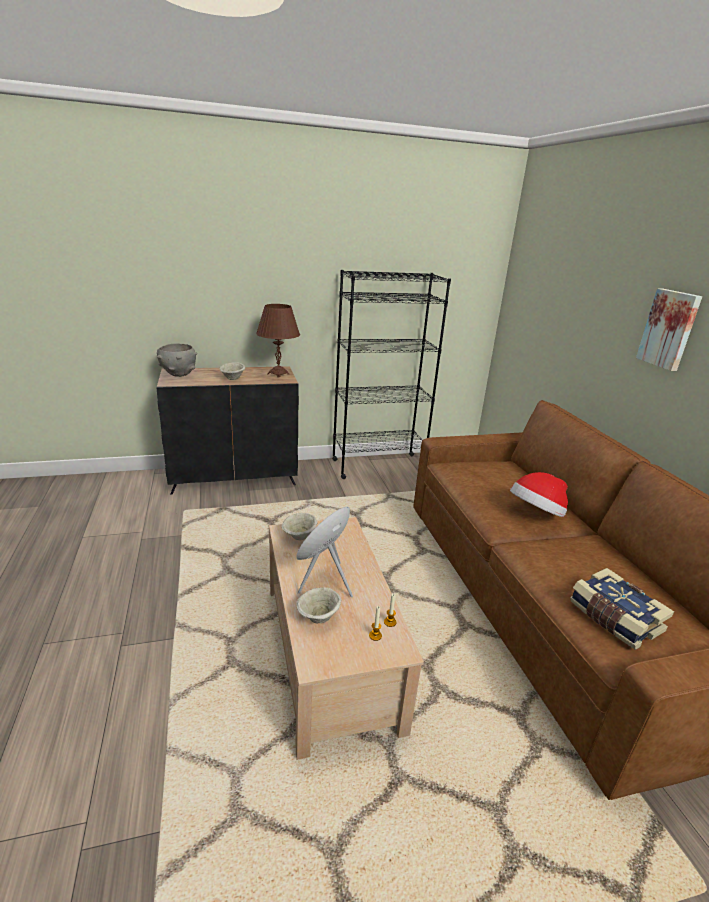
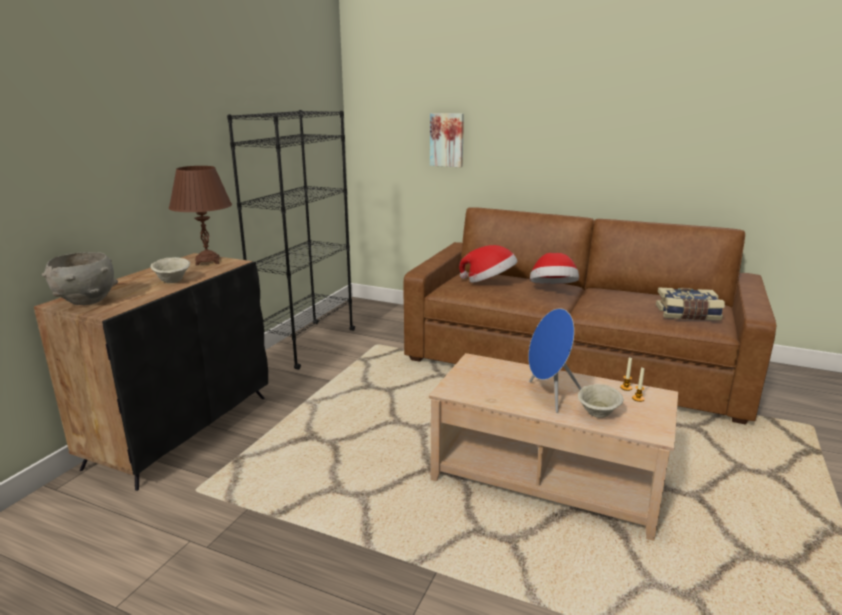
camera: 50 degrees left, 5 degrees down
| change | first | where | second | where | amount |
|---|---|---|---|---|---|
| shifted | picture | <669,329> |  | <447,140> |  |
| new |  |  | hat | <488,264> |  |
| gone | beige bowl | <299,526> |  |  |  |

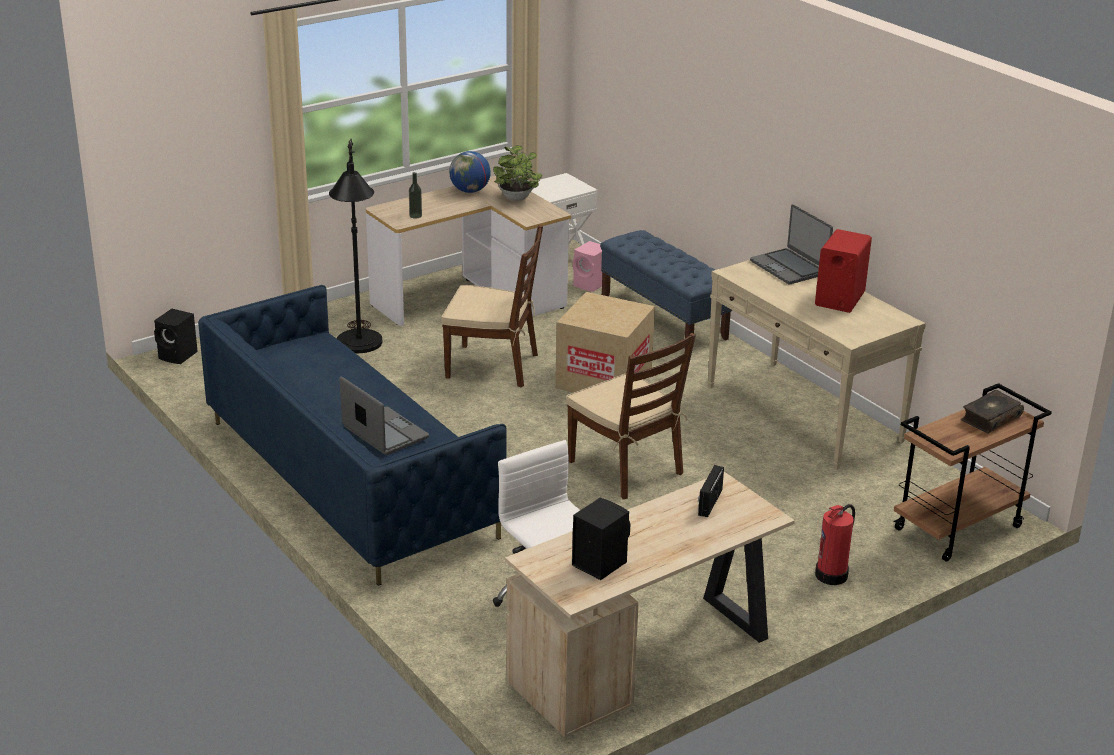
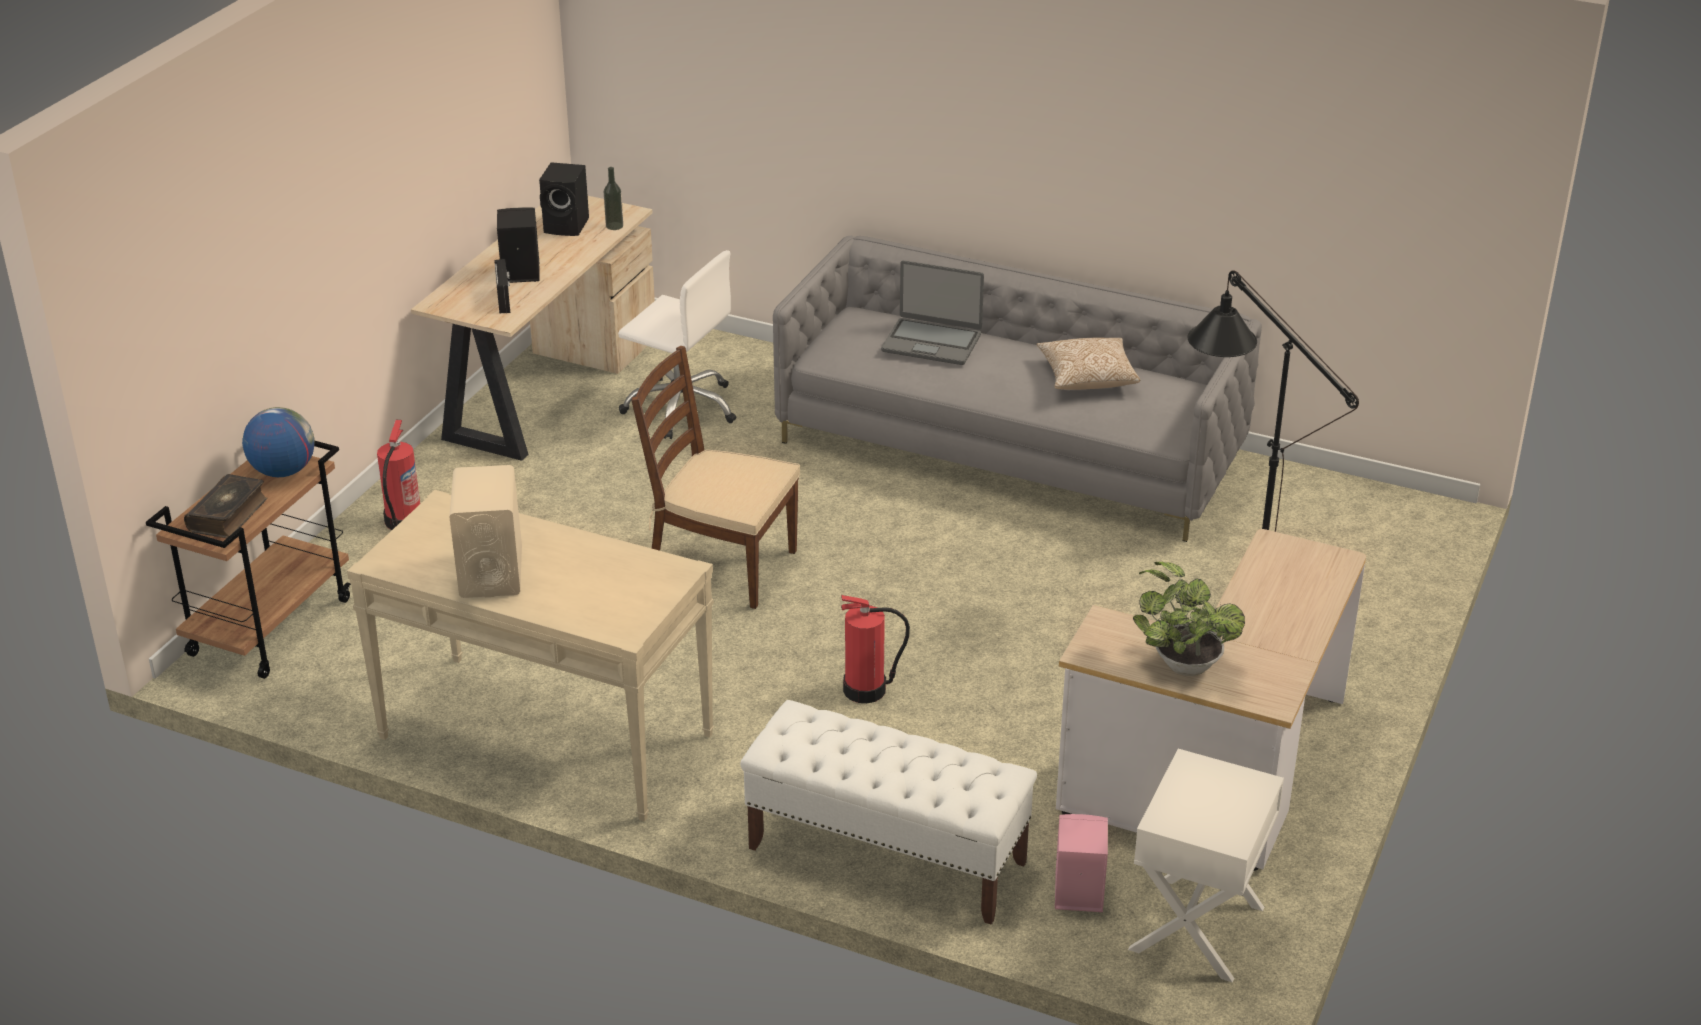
camera: 150 degrees right, 5 degrees up
| change | first | where | second | where | amount |
|---|---|---|---|---|---|
| shifted | globe | <470,172> |  | <278,442> |  |
| repainted | red speaker | <843,271> | beige speaker | <485,531> |  |
| shifted | black speaker | <176,336> |  | <518,245> |  |
| shifted | bottle | <415,195> |  | <613,198> |  |
| repainted | blue bench | <666,289> | white bench | <888,812> |  |
| repainted | blue sofa | <352,435> | grey sofa | <1017,389> |  |
| swapped | cardboard box | <605,342> | fire extinguisher | <875,649> |  |
| new |  |  | pillow | <1088,364> |  |
| gone | brown chair | <492,306> |  |  |  |
| gone | laptop | <791,244> |  |  |  |

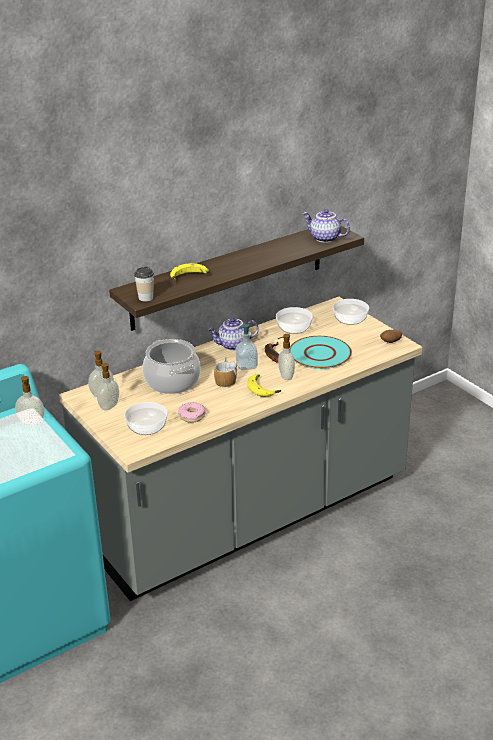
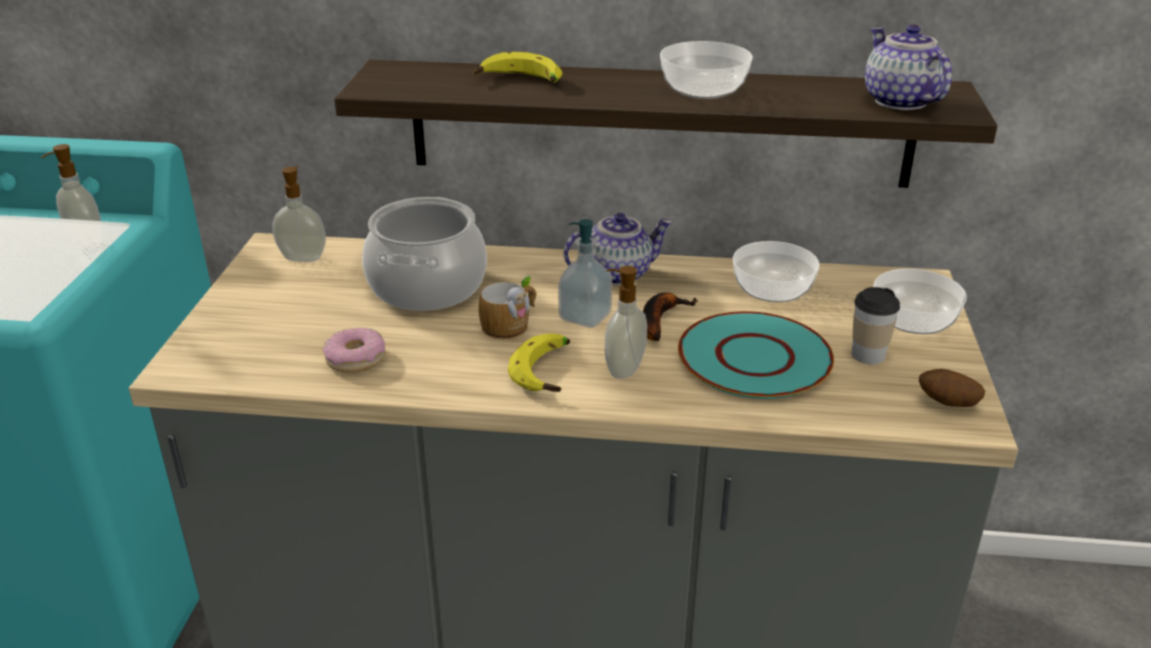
camera: 40 degrees right, 0 degrees up
| change | first | where | second | where | amount |
|---|---|---|---|---|---|
| rotated | teapot | <233,334> |  | <618,249> | 135 degrees clockwise |
| shifted | bowl | <146,418> |  | <706,70> |  |
| shifted | cup | <144,284> |  | <876,326> |  |
| gone | soap dispenser | <108,387> |  |  |  |

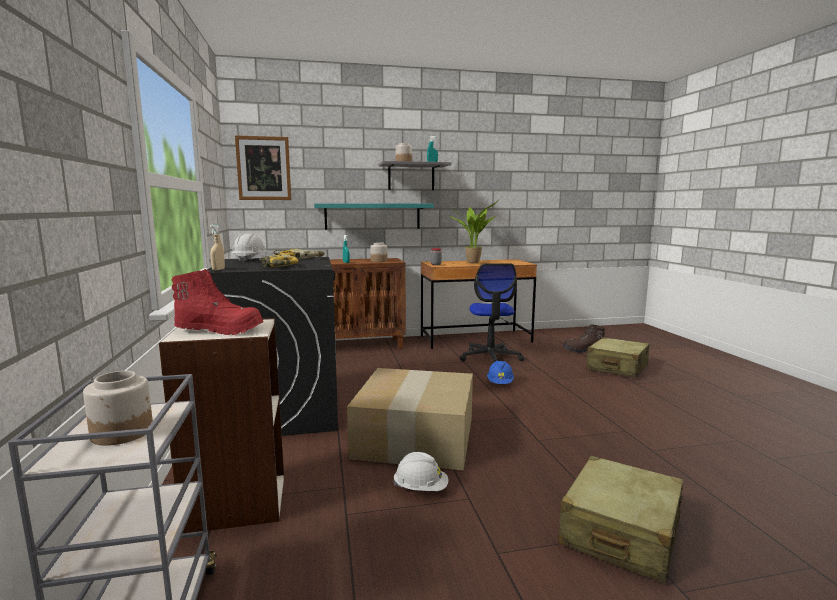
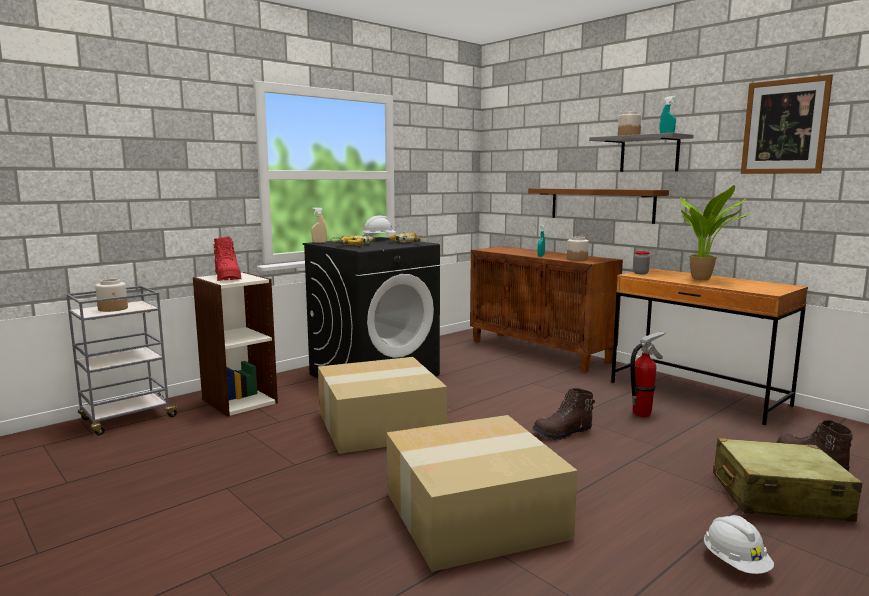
camera: 60 degrees right, 0 degrees up
| change | first | where | second | where | amount |
|---|---|---|---|---|---|
| new |  |  | cardboard box | <482,493> |  |
| repainted | turquoise shelf | <374,216> | brown shelf | <598,206> |  |
| swapped | blue hard hat | <500,372> | brown boot | <563,414> |  |
| swapped | office chair | <492,312> | fire extinguisher | <647,374> |  |
| shifted | white hard hat | <420,471> |  | <739,544> |  |
| shifted | picture | <263,167> |  | <787,124> |  |
| gone | beige suitcase | <620,519> |  |  |  |

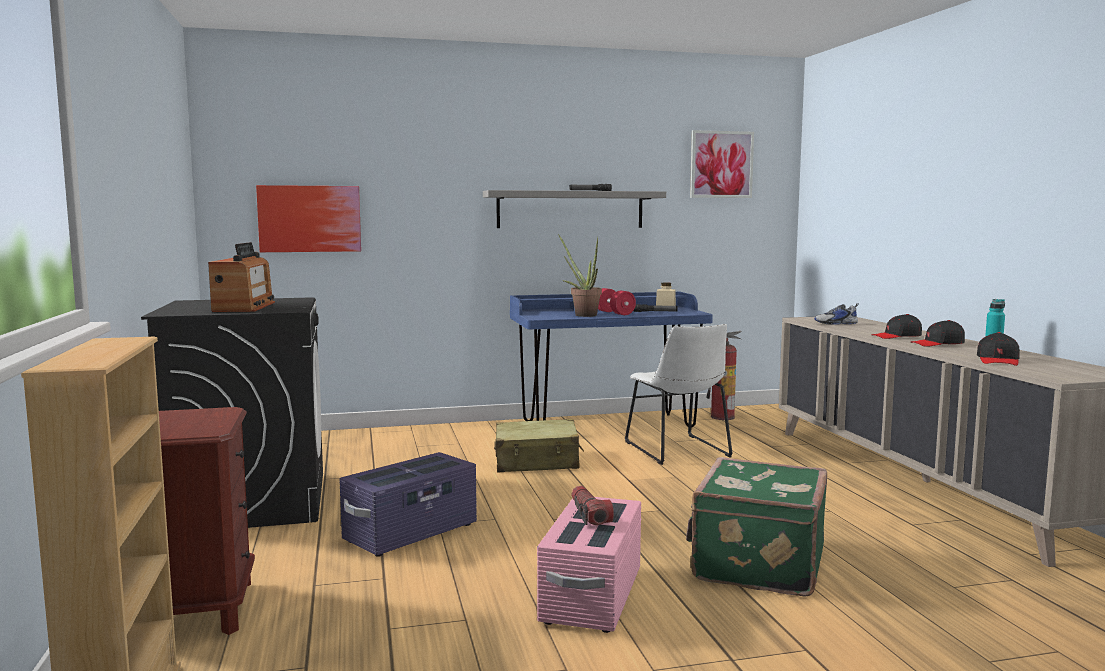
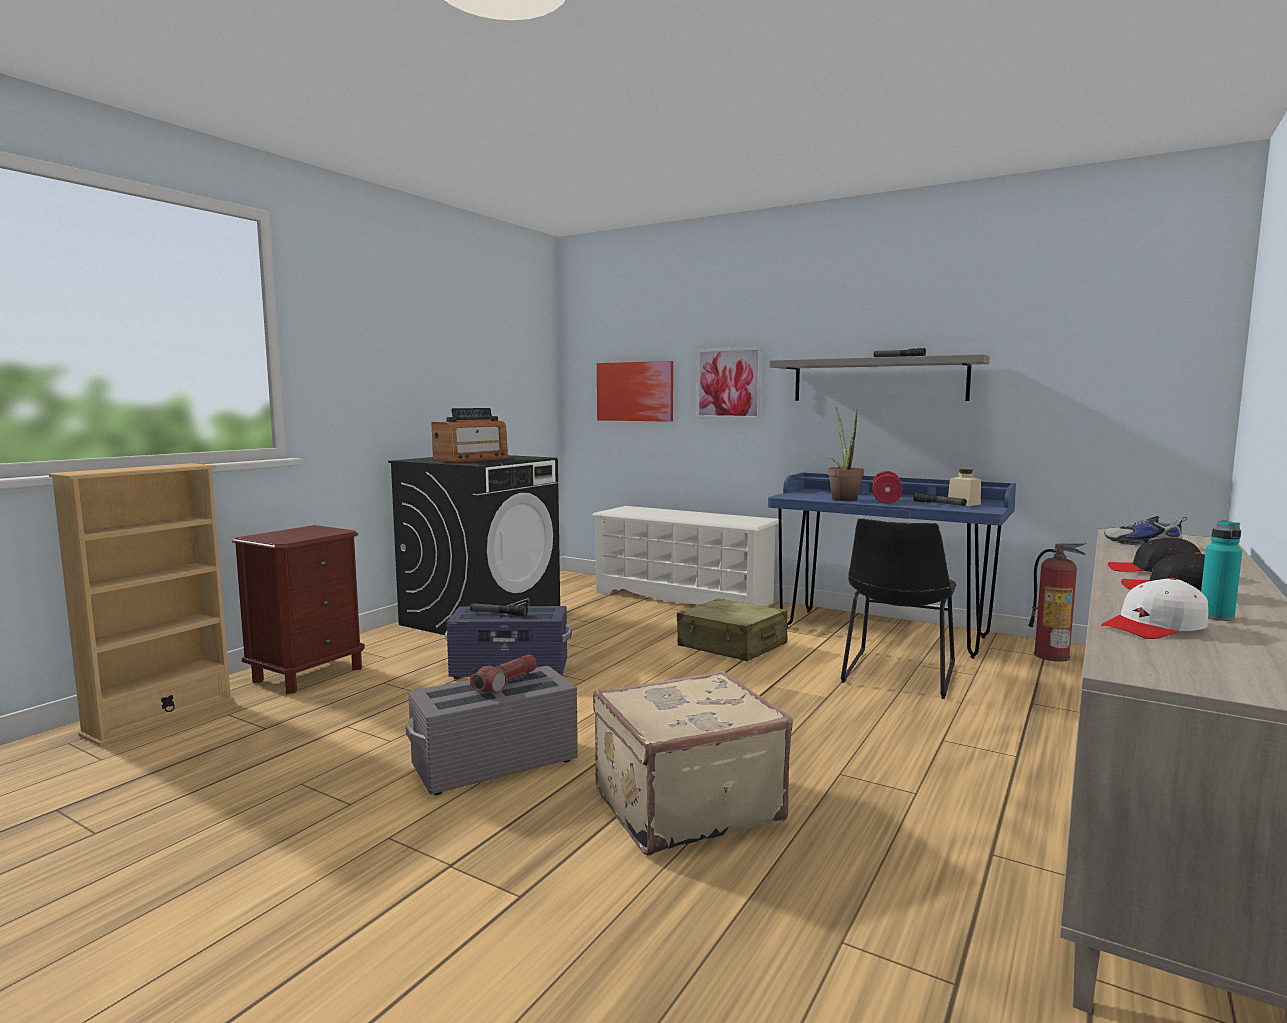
camera: 45 degrees right, 0 degrees up
| change | first | where | second | where | amount |
|---|---|---|---|---|---|
| repainted | pink storage box | <589,565> | grey storage box | <492,730> |  |
| new |  |  | flashlight | <499,609> |  |
| new |  |  | white shoe rack | <687,556> |  |
| repainted | green suitcase | <756,527> | beige suitcase | <693,762> |  |
| shifted | picture | <722,164> |  | <729,383> |  |
| repainted | white chair | <679,394> | black chair | <899,608> |  |
| repainted | black cap | <998,349> | white cap | <1154,608> |  |

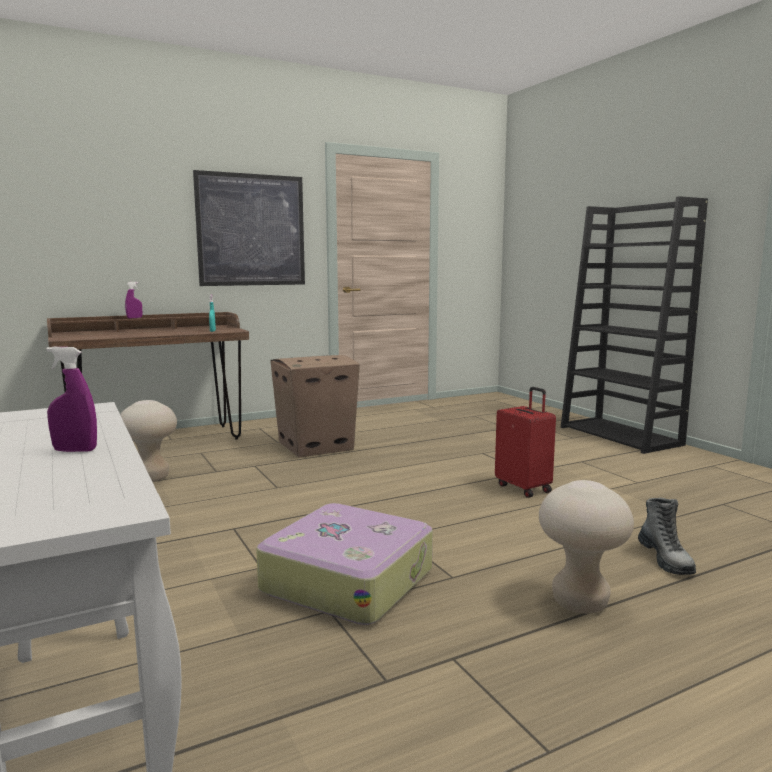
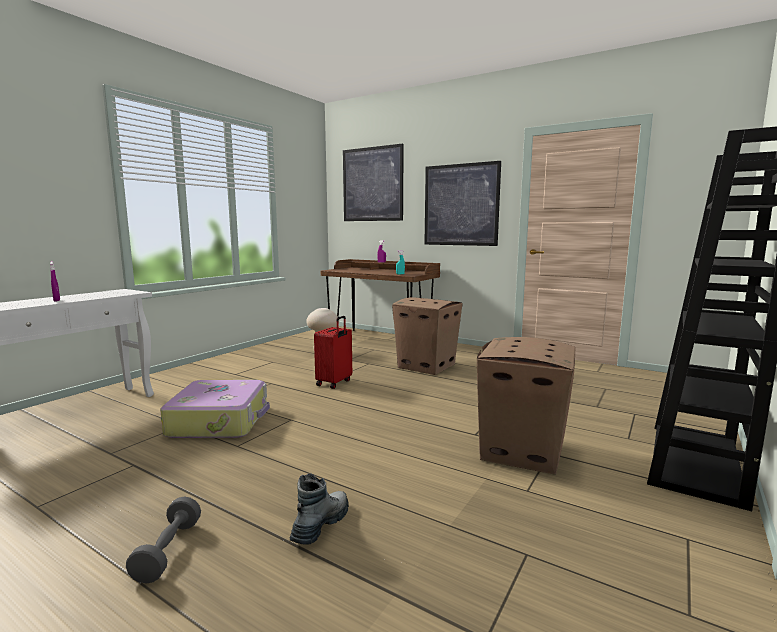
camera: 60 degrees right, 0 degrees up
| change | first | where | second | where | amount |
|---|---|---|---|---|---|
| new |  |  | grey dumbbell | <163,539> |  |
| rotated | boot | <667,536> |  | <319,509> | 150 degrees clockwise |
| shifted | red suitcase | <525,442> |  | <333,352> |  |
| new |  |  | picture | <373,182> |  |
| new |  |  | cardboard box | <526,406> |  |
| gone | beige stool | <586,547> |  |  |  |

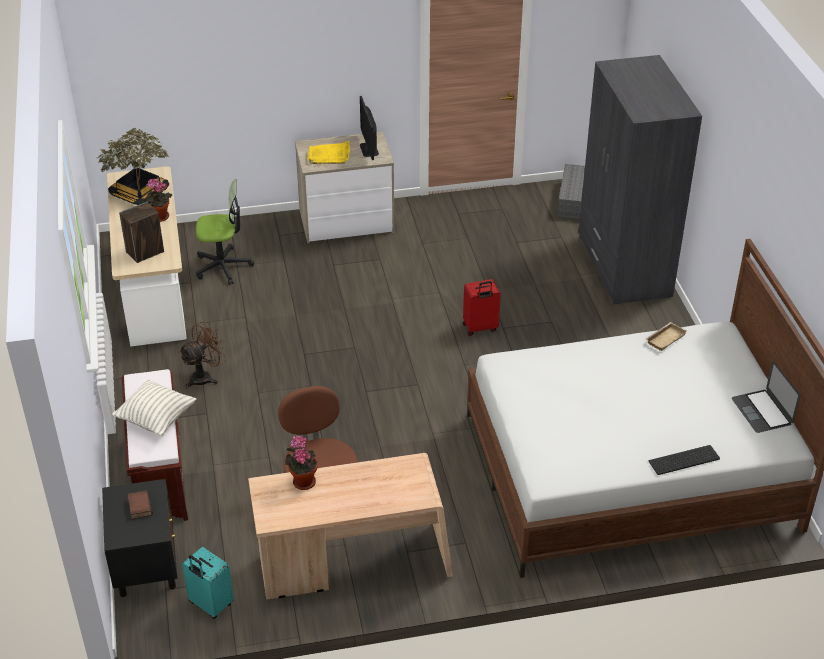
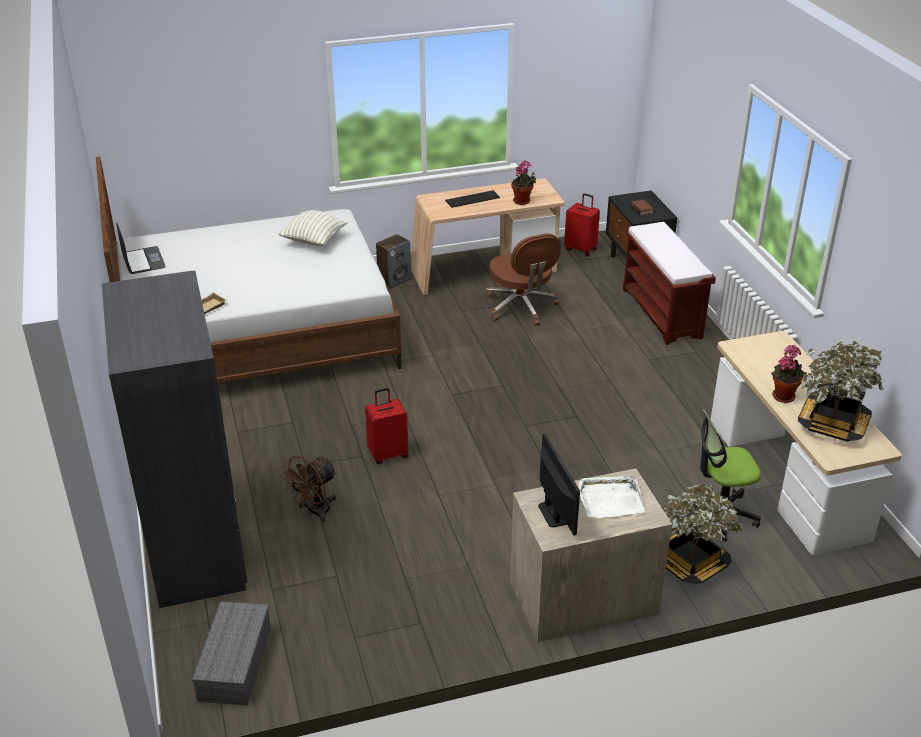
camera: 175 degrees right, 5 degrees down
| change | first | where | second | where | amount |
|---|---|---|---|---|---|
| shifted | pillow | <154,407> |  | <313,228> |  |
| shifted | brown fan | <203,355> |  | <308,489> |  |
| shifted | speaker | <141,232> |  | <393,261> |  |
| shifted | keyboard | <684,460> |  | <472,199> |  |
| repainted | turquoise suitcase | <208,583> | red suitcase | <582,225> |  |
| repainted | yellow tray | <329,152> | white tray | <611,497> |  |
| new |  |  | potted plant | <702,533> |  |

